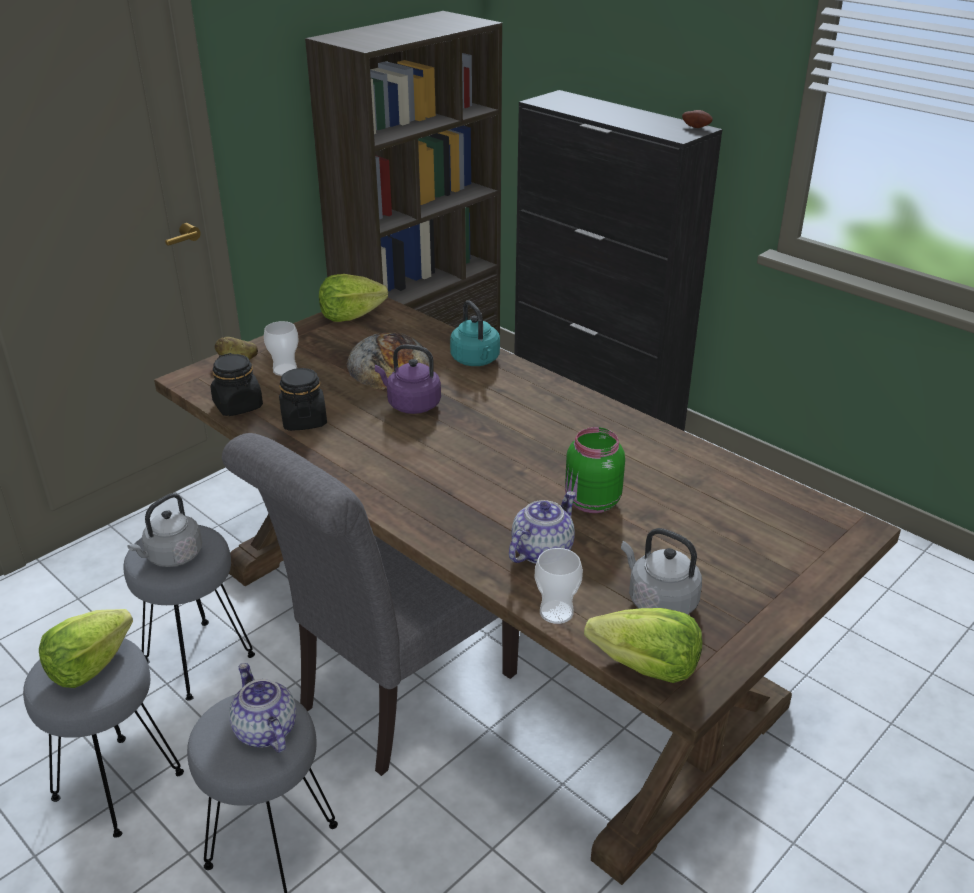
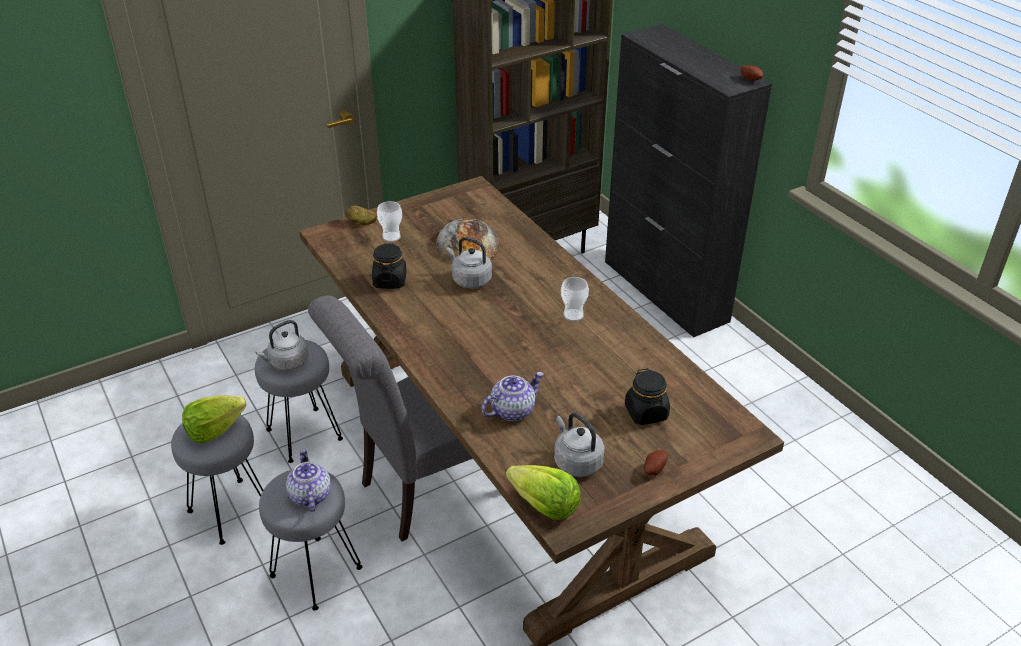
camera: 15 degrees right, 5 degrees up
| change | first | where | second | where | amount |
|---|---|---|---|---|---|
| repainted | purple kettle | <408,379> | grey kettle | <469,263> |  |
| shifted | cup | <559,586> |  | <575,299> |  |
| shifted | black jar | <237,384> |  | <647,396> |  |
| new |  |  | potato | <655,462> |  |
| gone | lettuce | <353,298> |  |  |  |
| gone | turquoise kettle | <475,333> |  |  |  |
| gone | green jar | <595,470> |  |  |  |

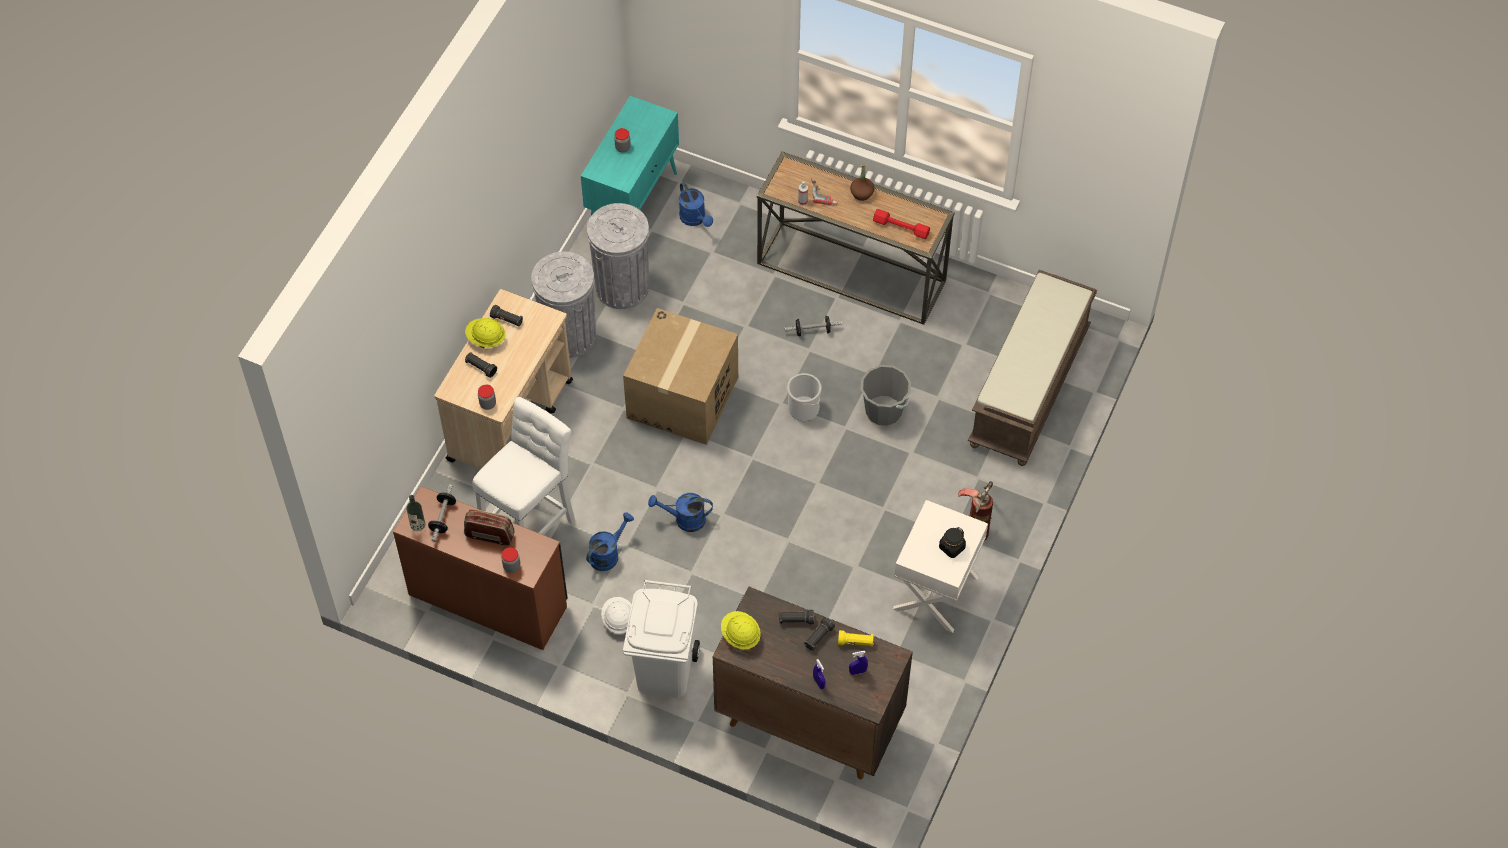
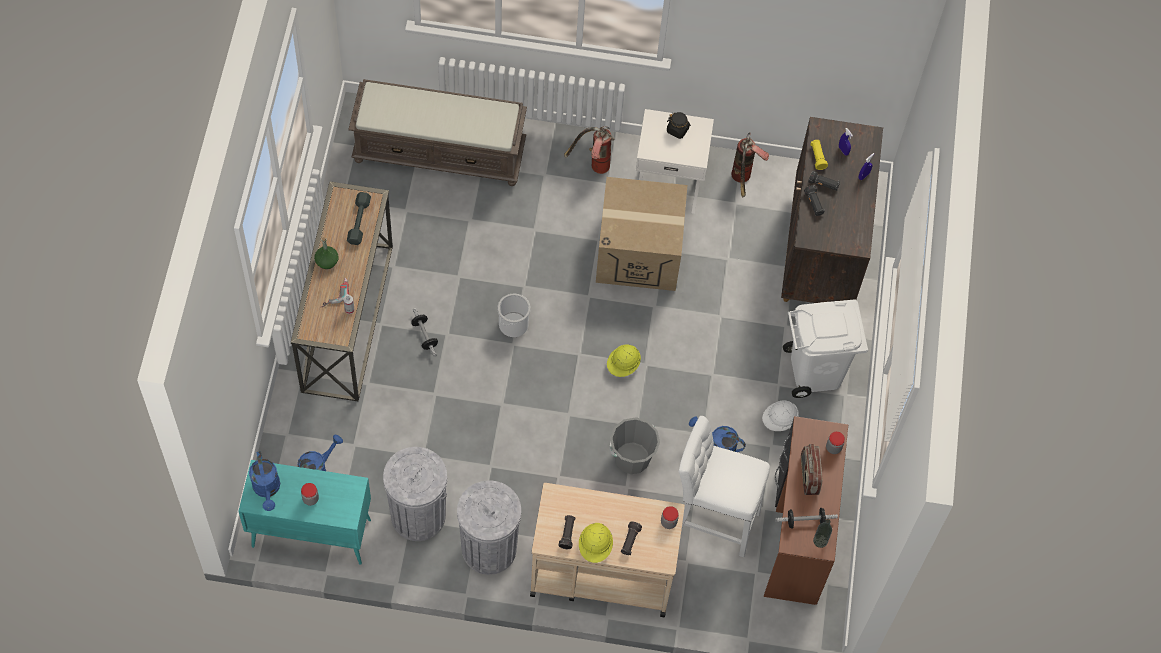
camera: 110 degrees left, 5 degrees up
| change | first | where | second | where | amount |
|---|---|---|---|---|---|
| shifted | blue watering can | <680,512> |  | <264,481> |  |
| repainted | brown bottle | <862,182> | green bottle | <326,253> |  |
| repainted | red dumbbell | <901,224> | grey dumbbell | <359,218> |  |
| shifted | cardboard box | <680,376> |  | <641,234> |  |
| shifted | yellow hard hat | <741,630> |  | <624,361> |  |
| shifted | grey bucket | <885,395> |  | <634,445> |  |
| new |  |  | fire extinguisher | <750,164> |  |

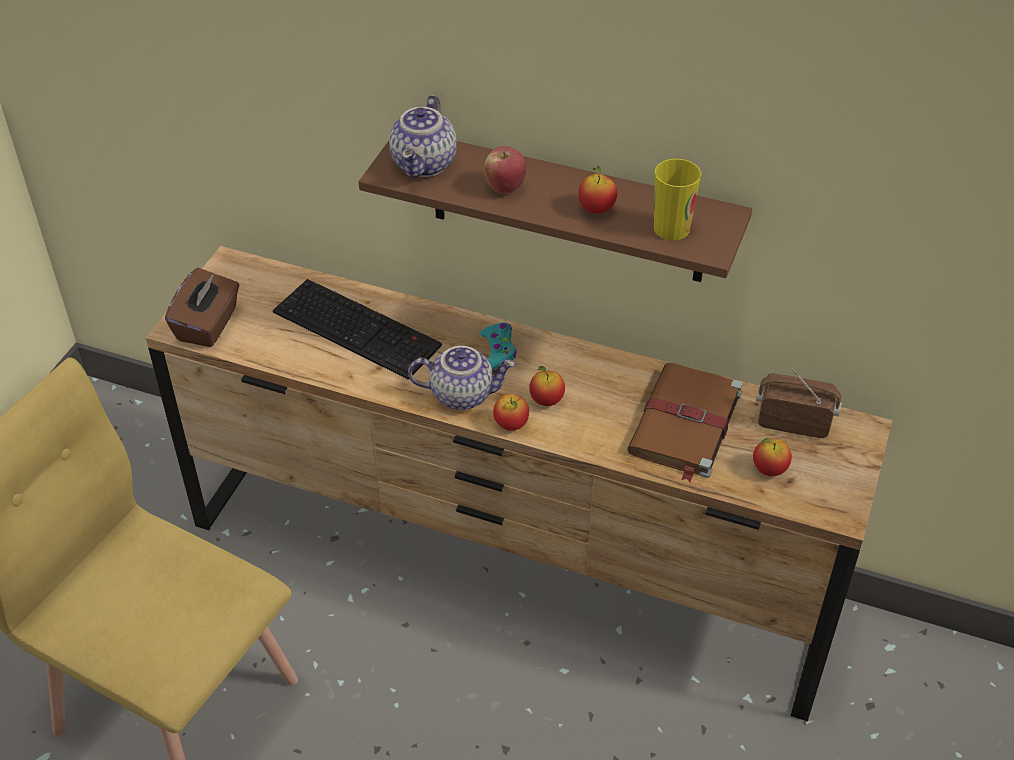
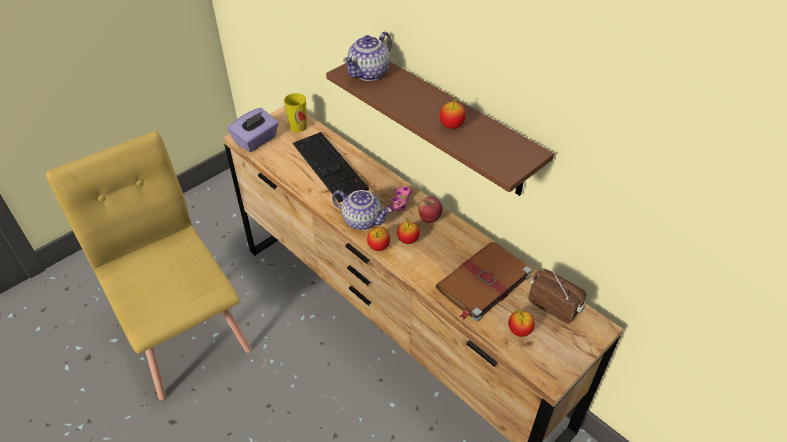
camera: 25 degrees right, 0 degrees up
| change | first | where | second | where | amount |
|---|---|---|---|---|---|
| repainted | brown tissue box | <202,307> | purple tissue box | <253,130> |  |
| shifted | cup | <677,199> |  | <295,112> |  |
| repainted | turquoise game controller | <498,346> | pink game controller | <399,200> |  |
| shifted | apple | <505,170> |  | <430,209> |  |

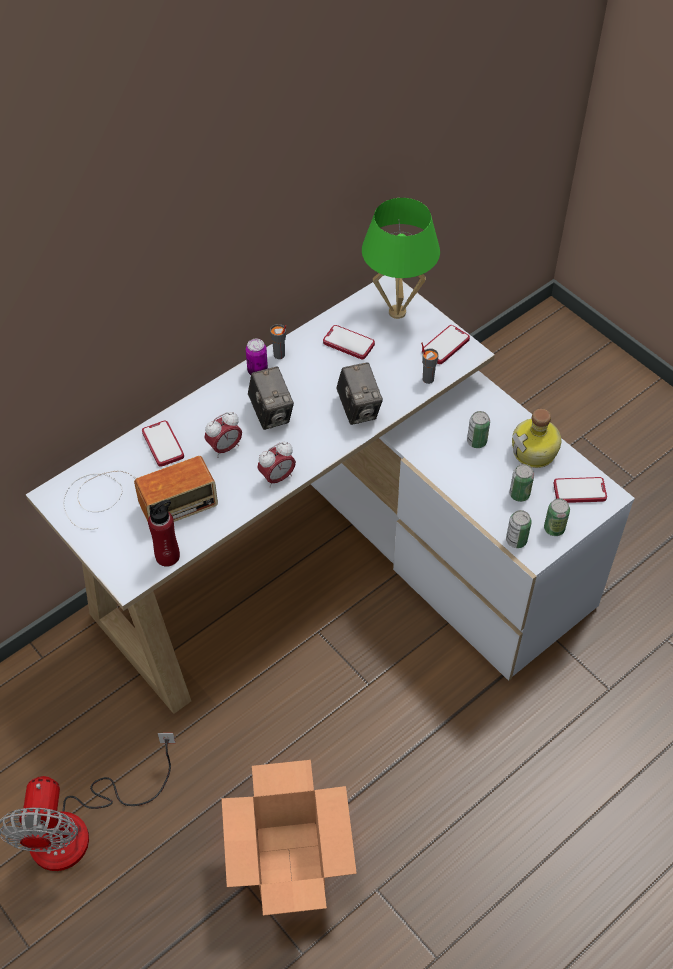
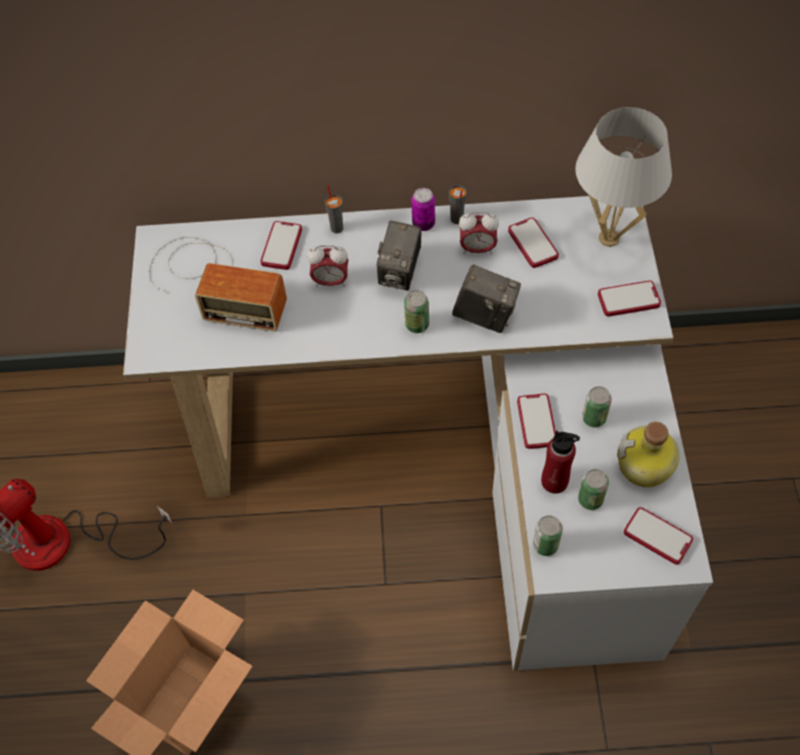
camera: 40 degrees right, 5 degrees up
| change | first | where | second | where | amount |
|---|---|---|---|---|---|
| shifted | grey cup | <430,363> |  | <334,208> |  |
| shifted | can | <557,517> |  | <416,311> |  |
| rotated | photo camera | <359,393> |  | <486,299> | 90 degrees counterclockwise |
| shifted | alarm clock | <276,465> |  | <479,233> |  |
| new |  |  | phone | <536,421> |  |
| shifted | red bottle | <164,533> |  | <560,462> |  |
| repainted | green table lamp | <401,258> | white table lamp | <623,177> |  |

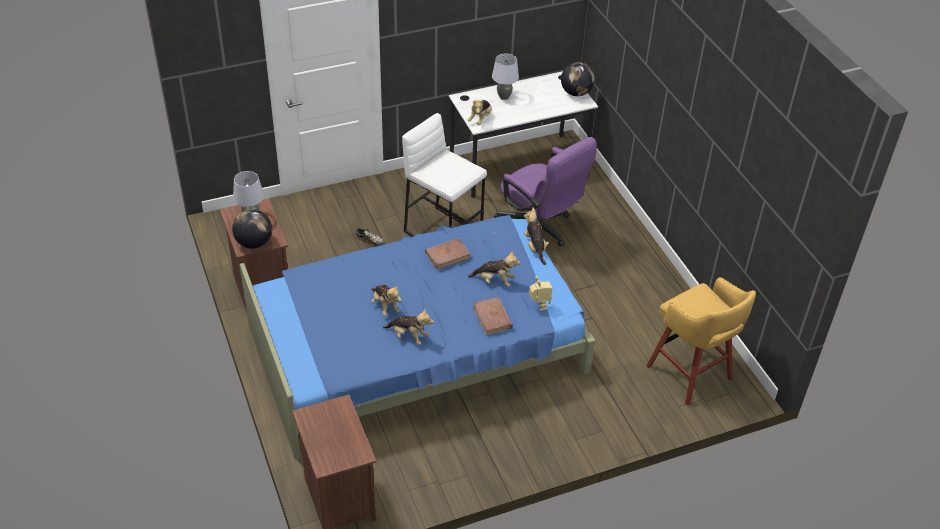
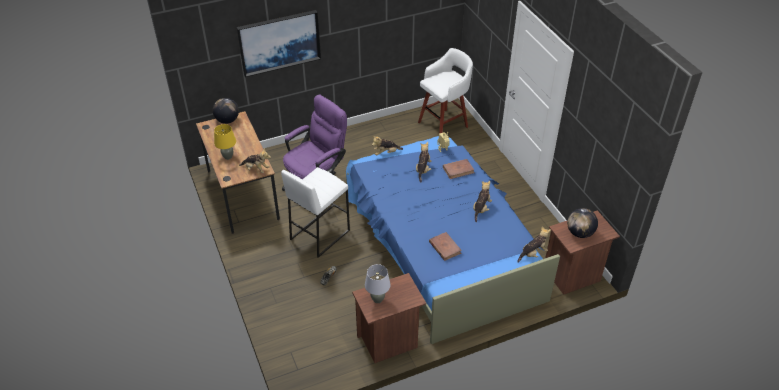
camera: 90 degrees left, 0 degrees up
| change | first | where | second | where | amount |
|---|---|---|---|---|---|
| repainted | white desk | <523,134> | brown desk | <238,172> |  |
| repainted | grey table lamp | <505,77> | yellow table lamp | <225,142> |  |
| new |  |  | picture | <279,43> |  |
| repainted | yellow stool | <701,341> | white stool | <445,90> |  |
| shifted | brown book | <448,254> |  | <445,246> |  |
| shifted | plush toy | <386,300> |  | <534,245> |  |
| shifted | globe | <252,229> |  | <582,223> |  |

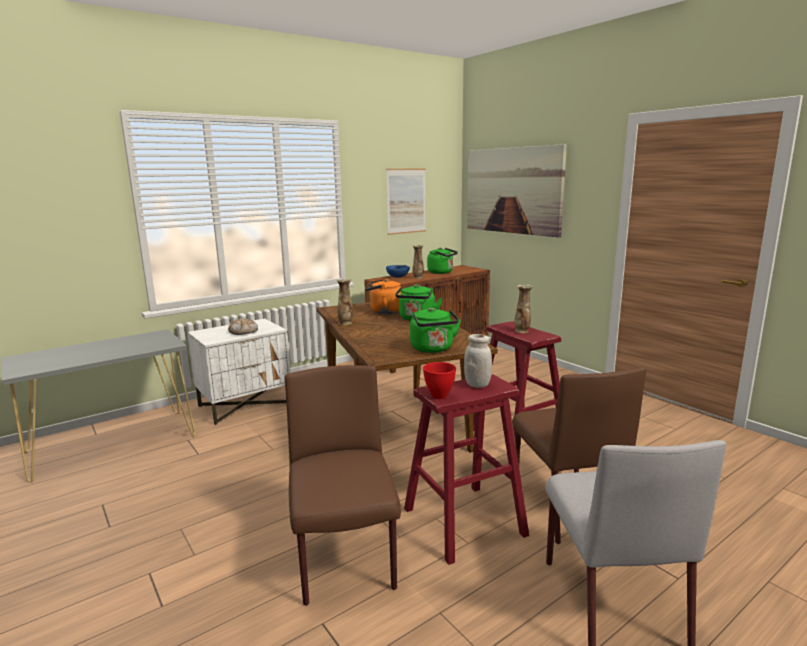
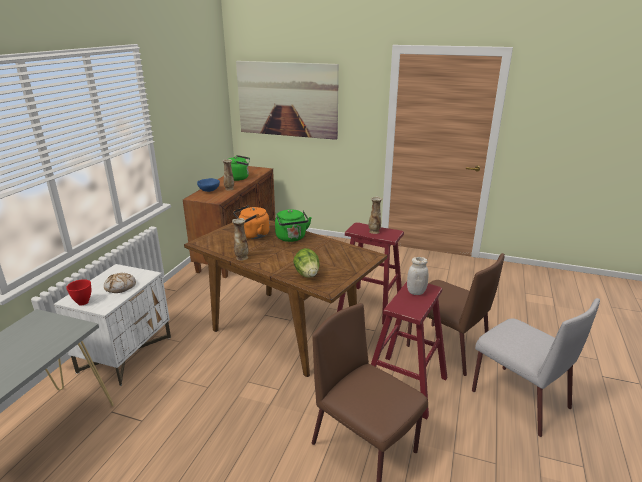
camera: 35 degrees left, 10 degrees up
| change | first | where | second | where | amount |
|---|---|---|---|---|---|
| shifted | red bowl | <439,380> |  | <78,292> |  |
| new |  |  | lettuce | <306,263> |  |
| gone | picture | <406,201> |  |  |  |
| gone | green kettle | <435,330> |  |  |  |

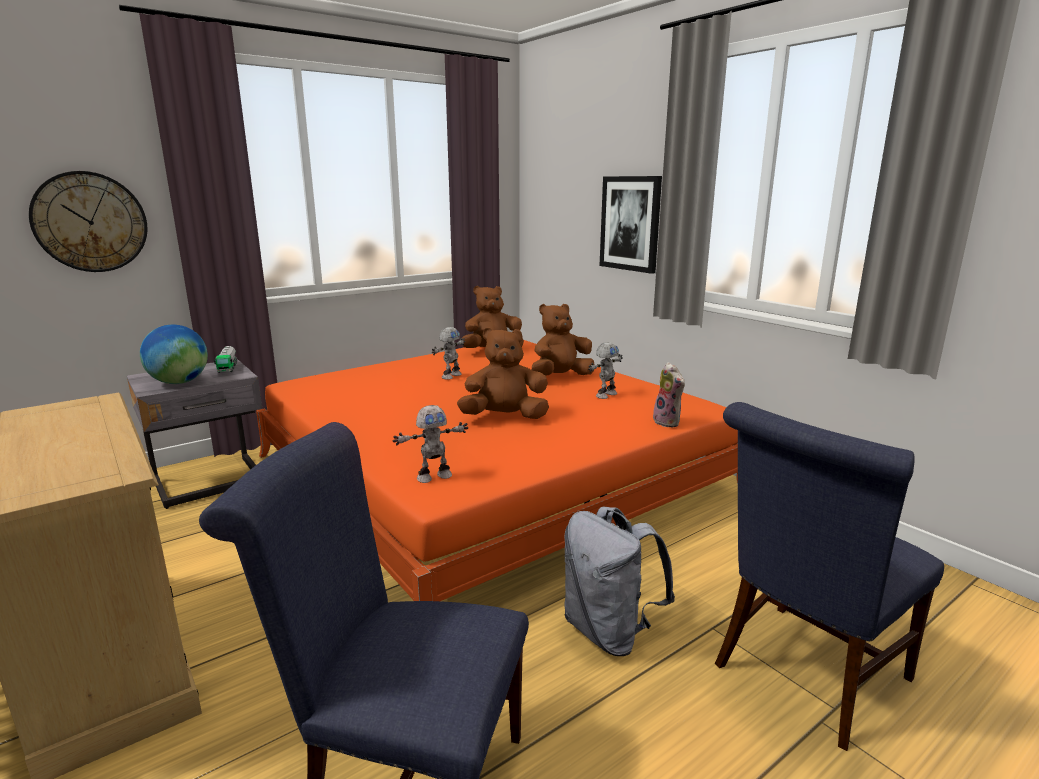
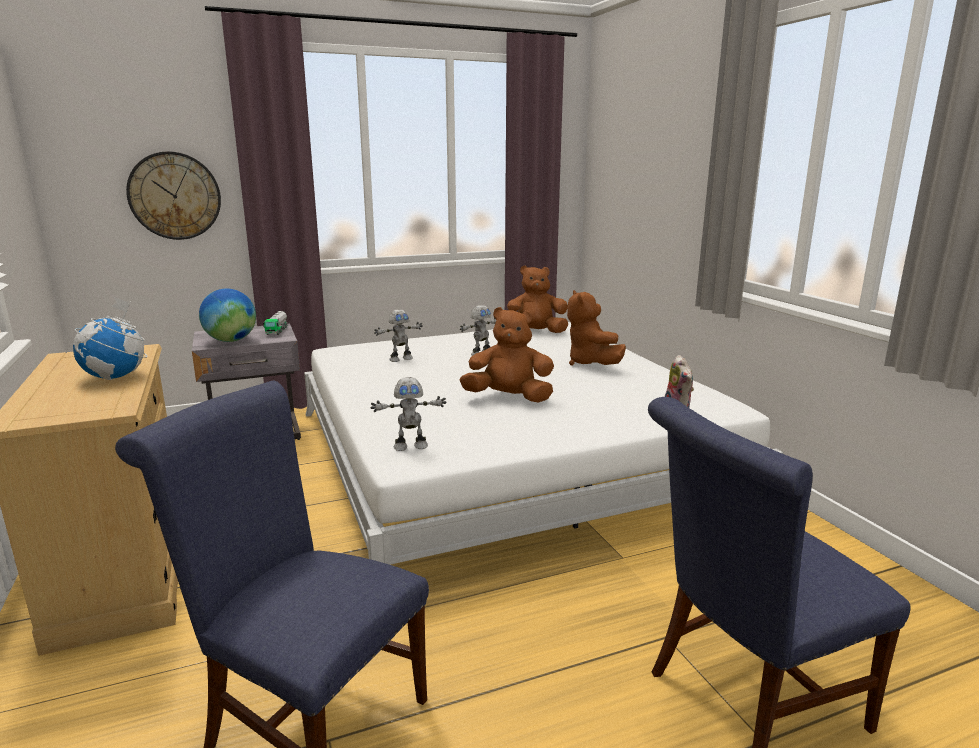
camera: 15 degrees right, 0 degrees up
| change | first | where | second | where | amount |
|---|---|---|---|---|---|
| new |  |  | globe | <110,338> |  |
| repainted | orange bed | <497,470> | white bed | <544,443> |  |
| shifted | toy robot | <605,370> |  | <398,335> |  |
| rotated | brown plush toy | <563,339> |  | <596,328> | 90 degrees counterclockwise |
| gone | grey backpack | <619,581> |  |  |  |
| gone | picture | <631,225> |  |  |  |

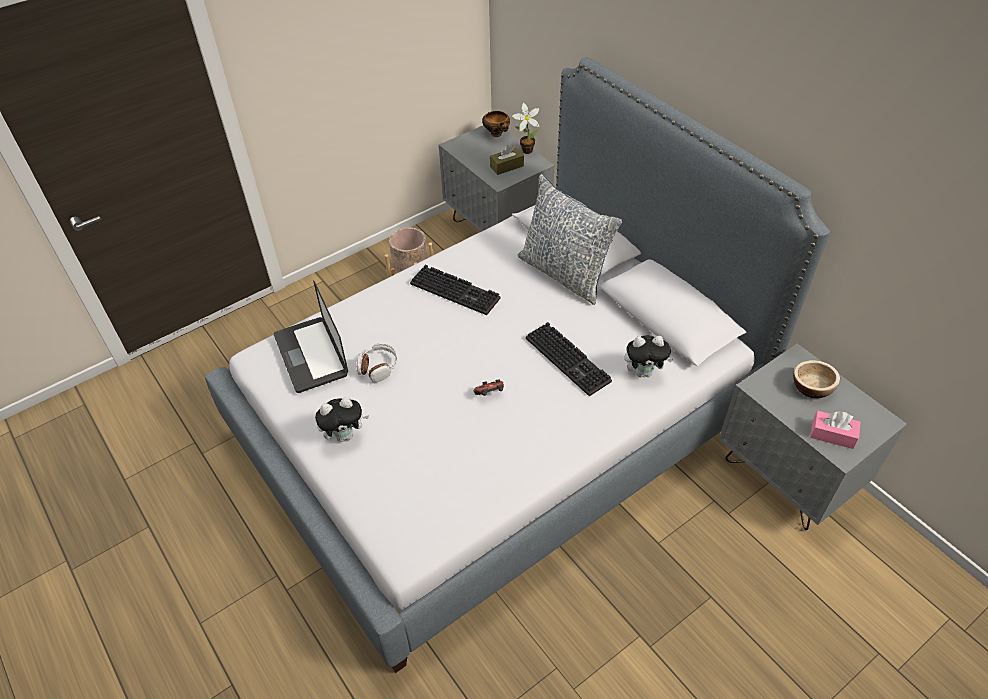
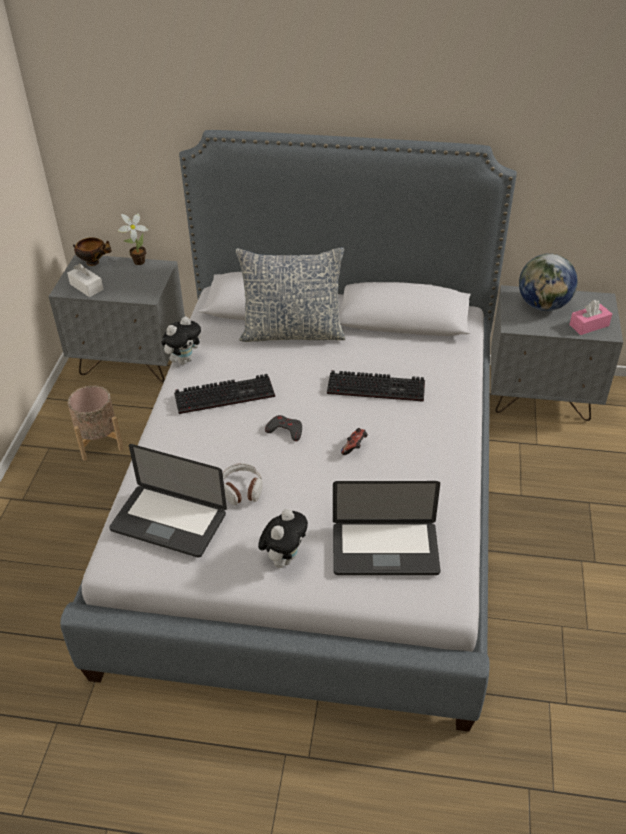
camera: 45 degrees left, 5 degrees down
| change | first | where | second | where | amount |
|---|---|---|---|---|---|
| new |  |  | white tissue box | <85,280> |  |
| shifted | plush toy | <649,356> |  | <181,340> |  |
| new |  |  | grey game controller | <283,428> |  |
| new |  |  | laptop | <386,528> |  |
| swapped | bowl | <816,379> | globe | <548,282> |  |
| gone | brown tissue box | <507,160> |  |  |  |

